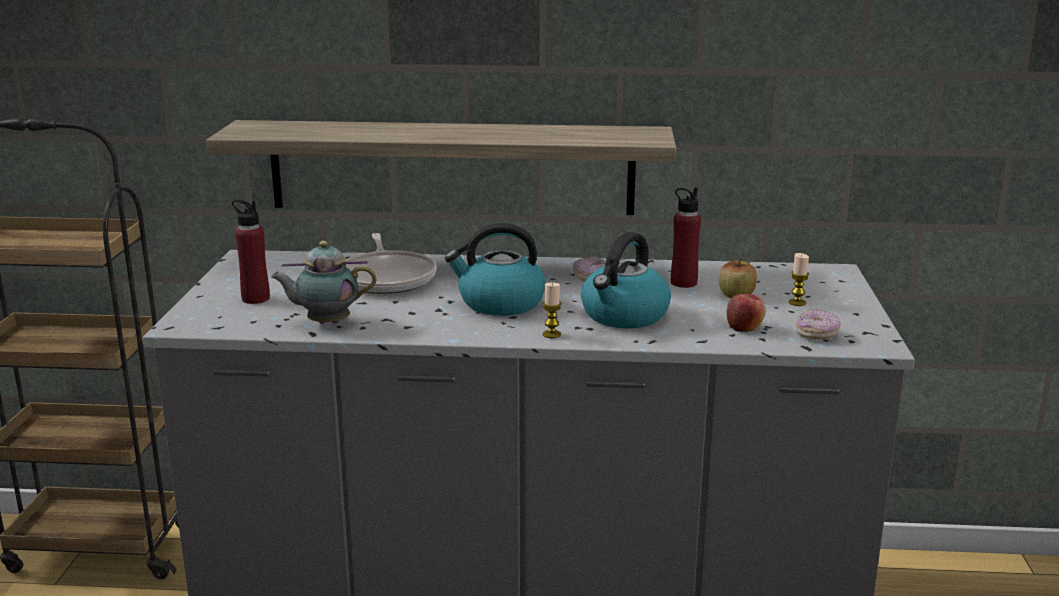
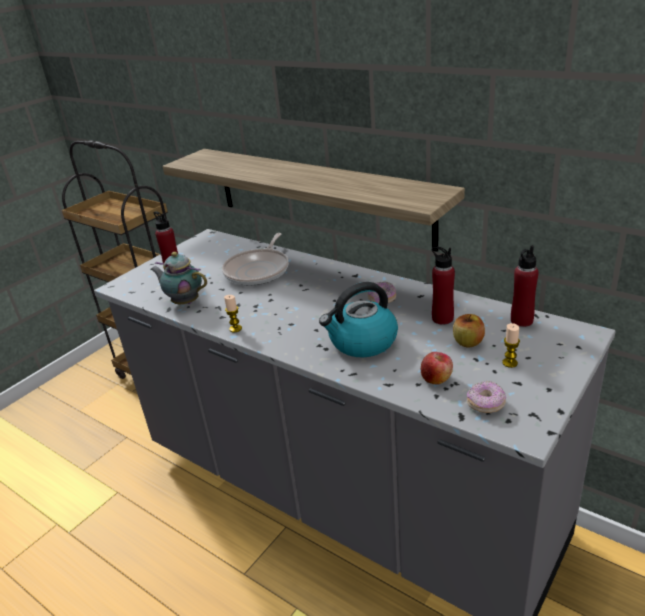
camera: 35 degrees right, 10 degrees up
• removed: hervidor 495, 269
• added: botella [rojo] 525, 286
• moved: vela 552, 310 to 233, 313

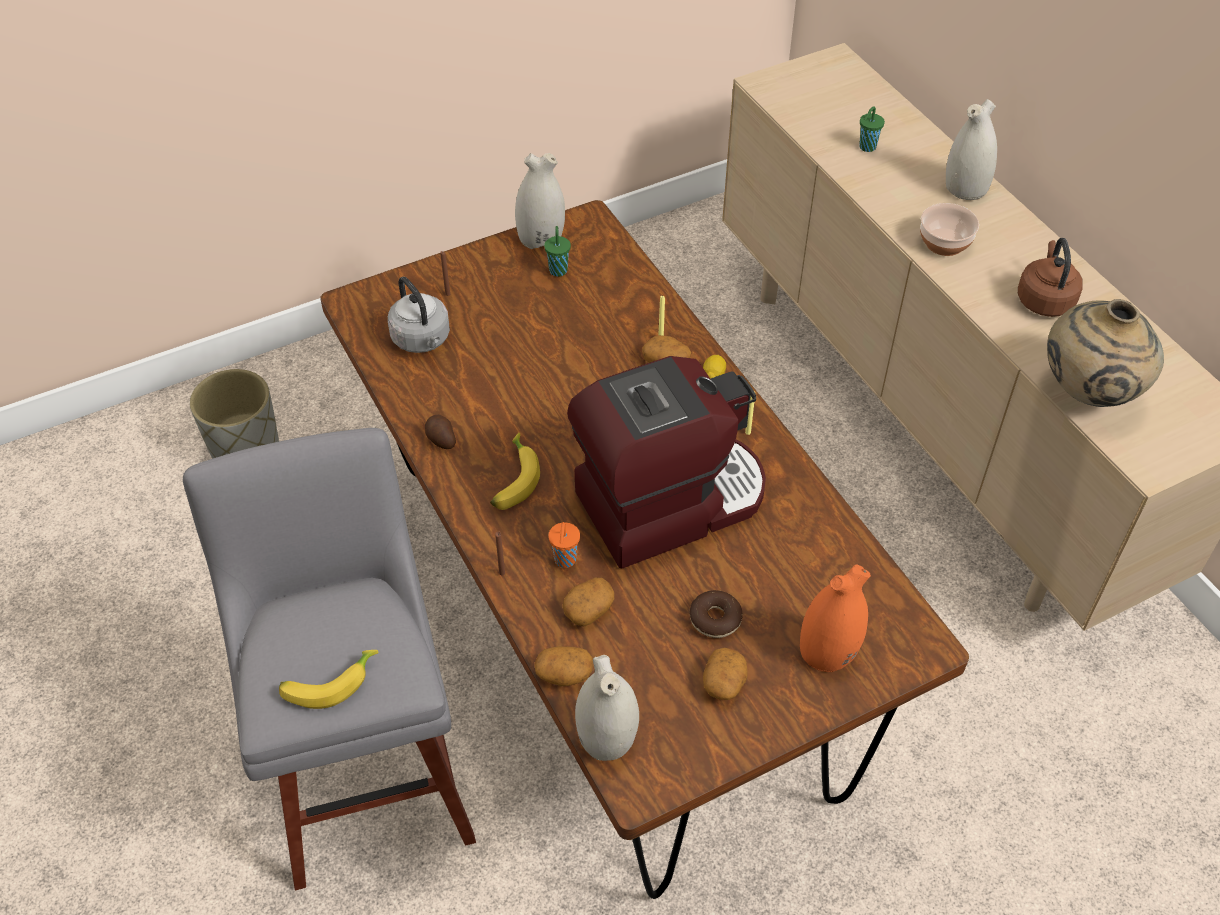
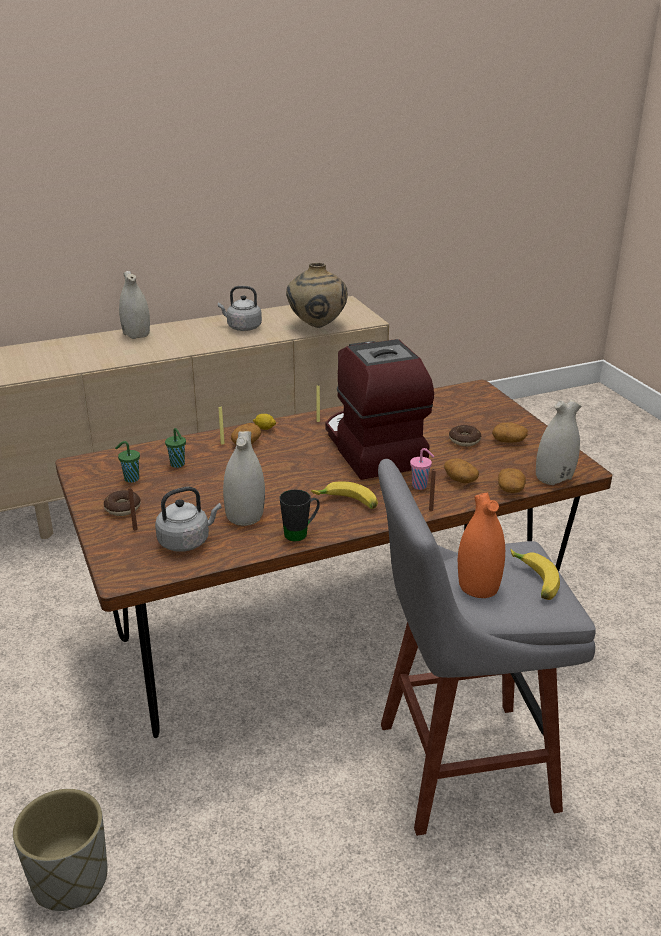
camera: 85 degrees left, 20 degrees down
• removed: cuenco 949, 229
• added: rosquilla 122, 503
• moved: florero [blanco] 540, 201 to 244, 478
• moved: florero [naranja] 835, 618 to 481, 545
• moved: taza [verde] 872, 129 to 175, 448
• replaced: patata 440, 432 to taza grande [negro] 300, 515
• recoloured: taza [naranja] 564, 545 to taza [rosa] 422, 469
• recoloured: hervidor [marrón] 1050, 277 to hervidor [gris] 240, 308

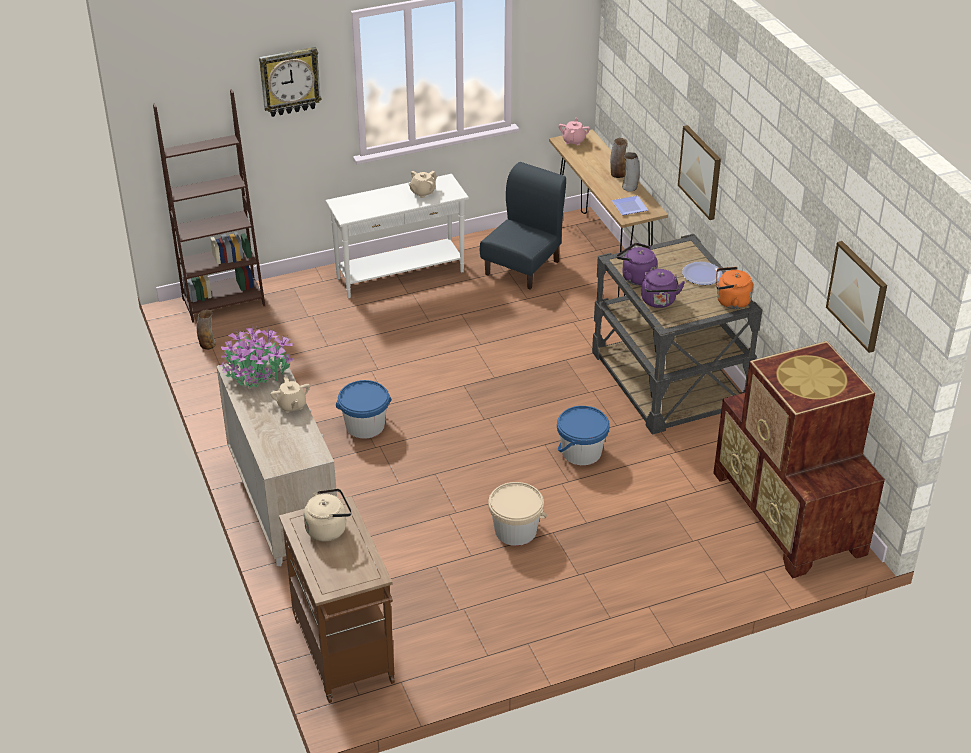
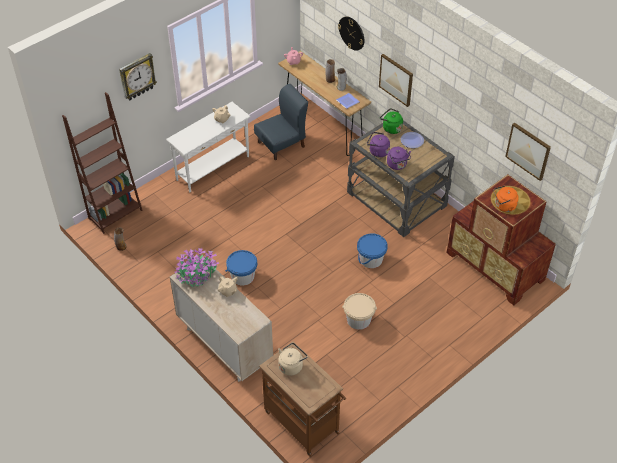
camera: 20 degrees left, 10 degrees up
• added: reloj de pared 351, 33
• added: hervidor [verde] 391, 121
• moved: hervidor [naranja] 734, 288 to 506, 198
• turned: silla [azul] 523, 226 = 281, 122 45 degrees clockwise

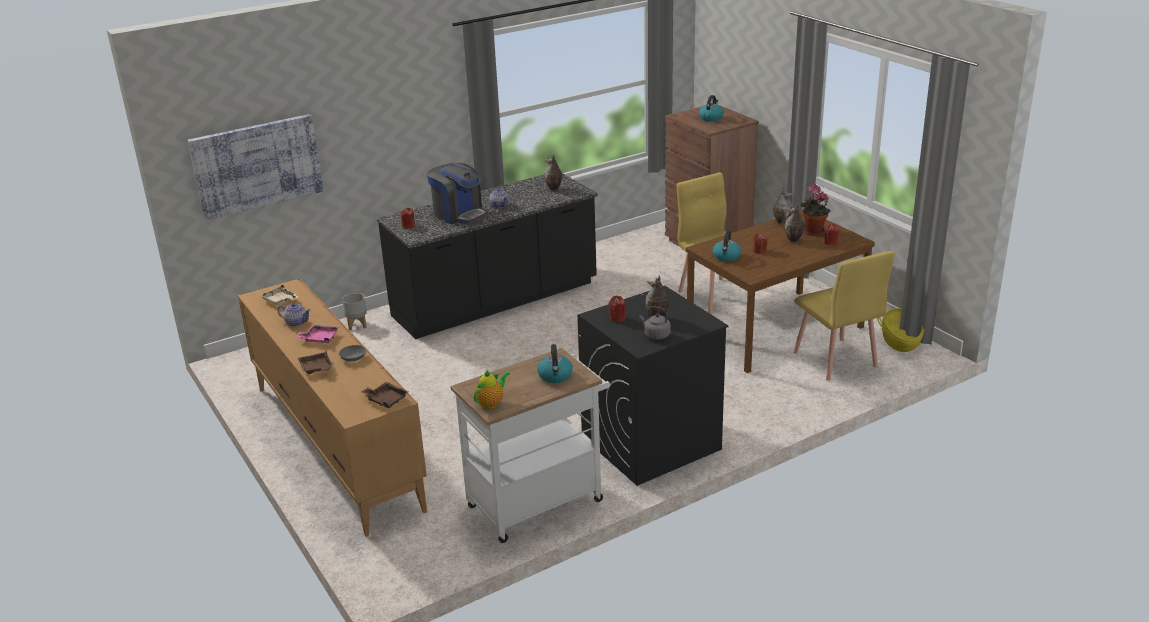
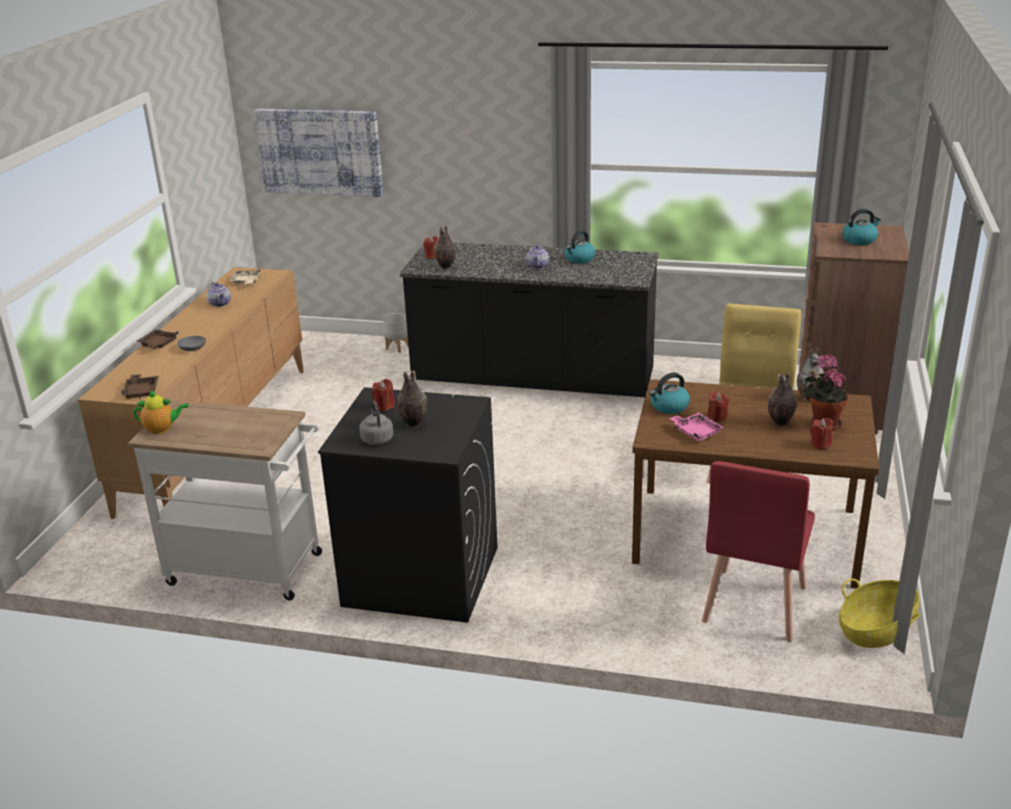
camera: 45 degrees right, 0 degrees up
• removed: cafetera 457, 193
• moved: bandeja [rosa] 317, 334 to 696, 427
• moved: hervidor 555, 363 to 579, 246
• moved: florero 553, 172 to 445, 247
• recoloured: silla [amarillo] 844, 316 to silla [rojo] 758, 551

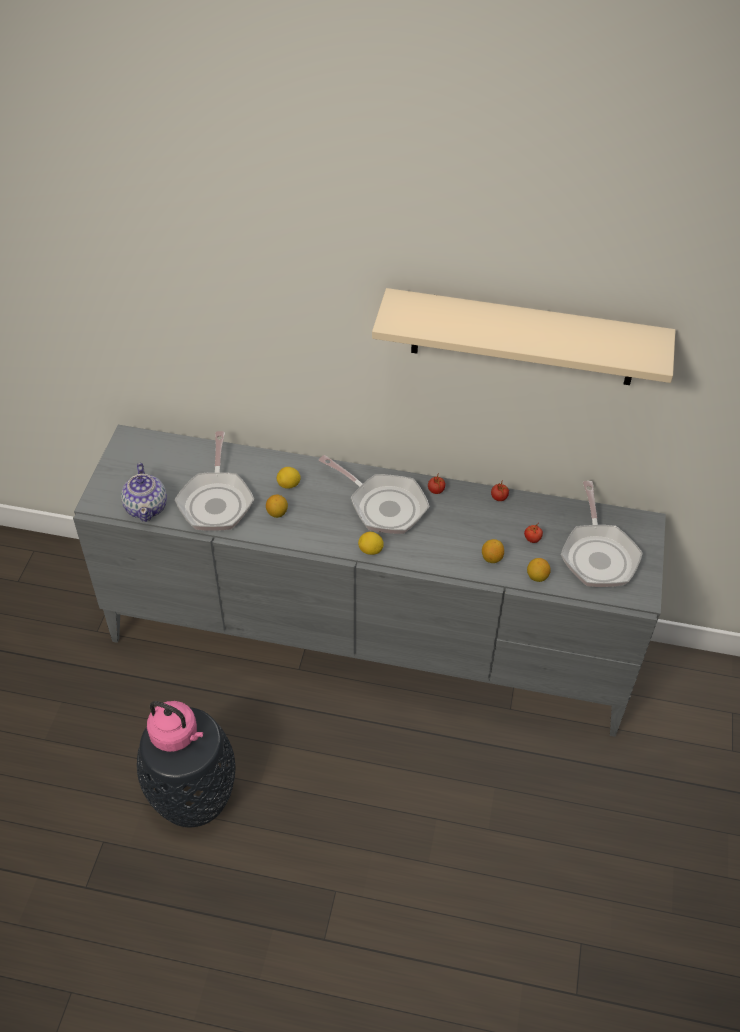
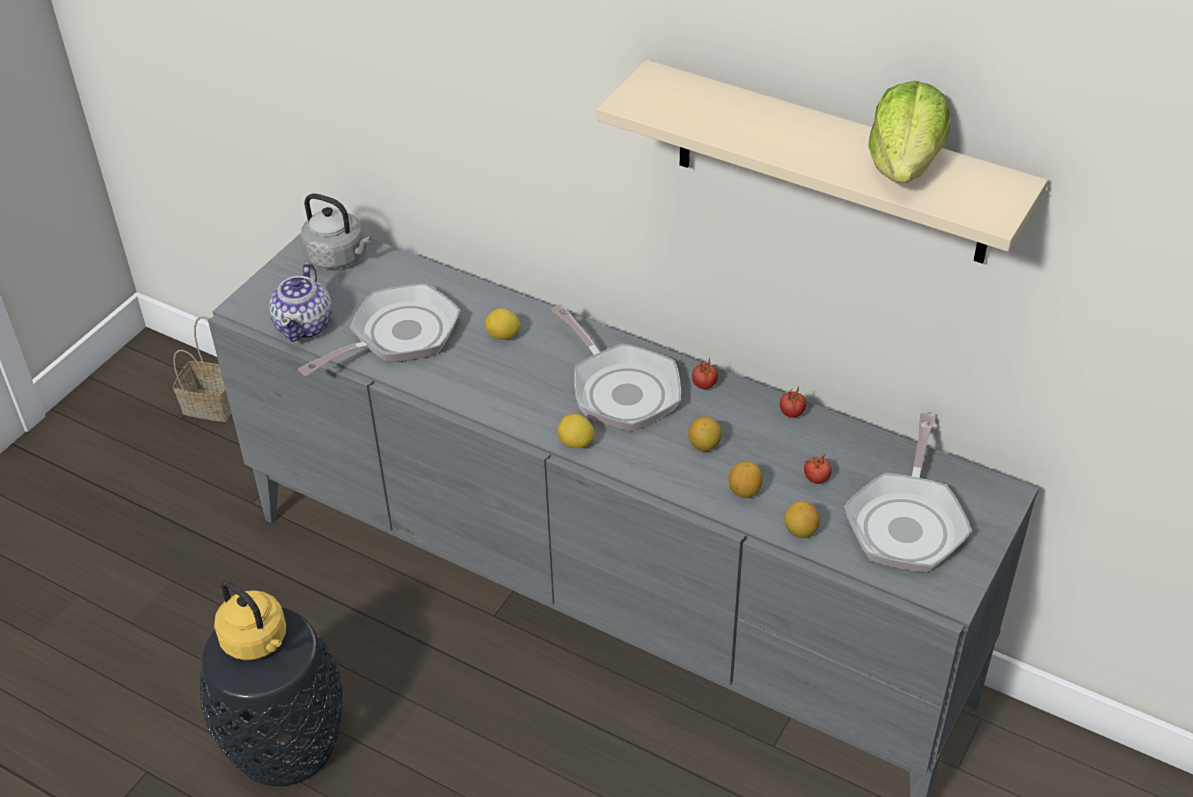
camera: 20 degrees right, 5 degrees down
• added: cesta 202, 369
• added: hervidor [gris] 336, 231
• added: lechuga 909, 132
• moved: limón 277, 506 to 705, 434
• recoloured: hervidor [rosa] 175, 726 to hervidor [amarillo] 250, 620
• turned: sartén 214, 481 = 379, 329 150 degrees counterclockwise

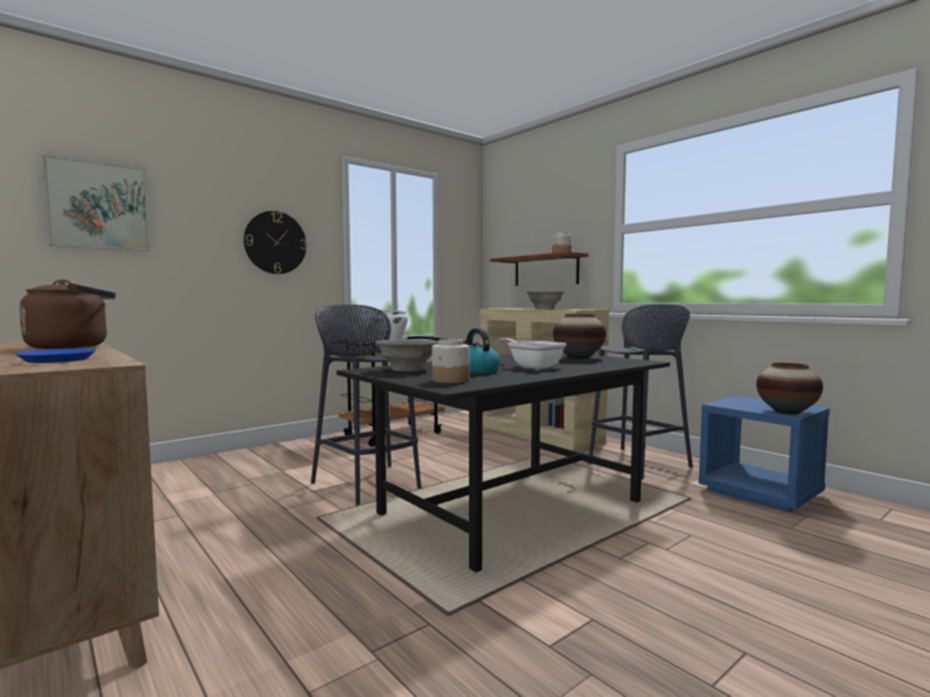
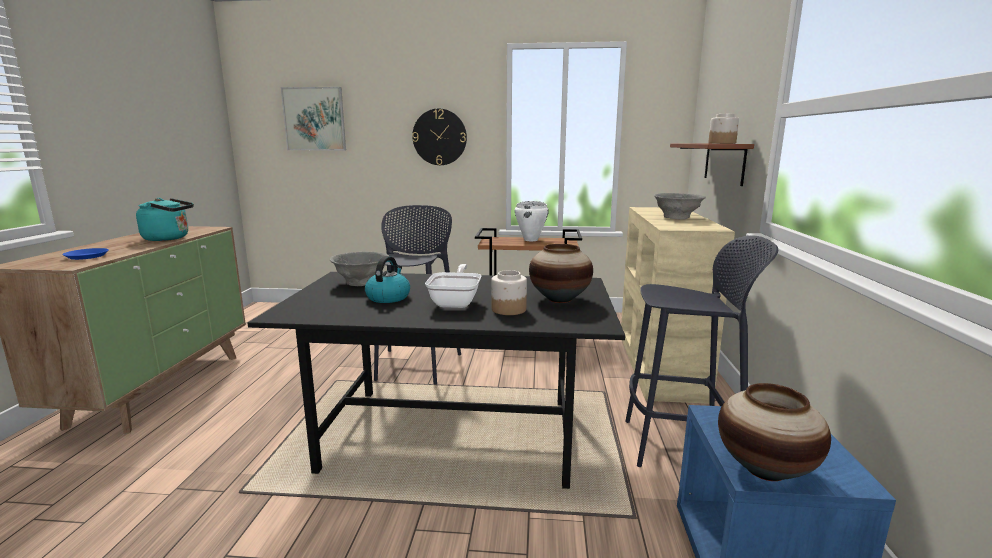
camera: 45 degrees right, 10 degrees up
• moved: tarro 450, 361 to 509, 292
• recoloured: hervidor [marrón] 67, 314 to hervidor [turquesa] 165, 219

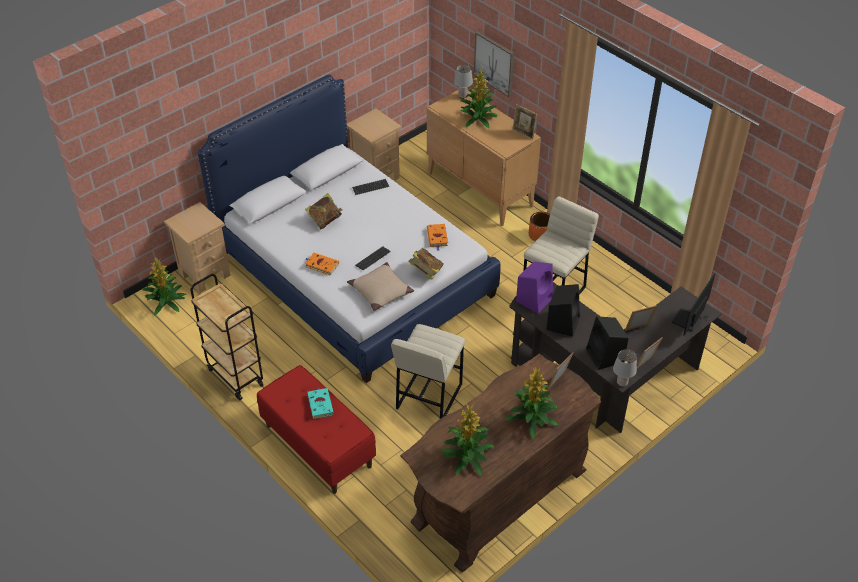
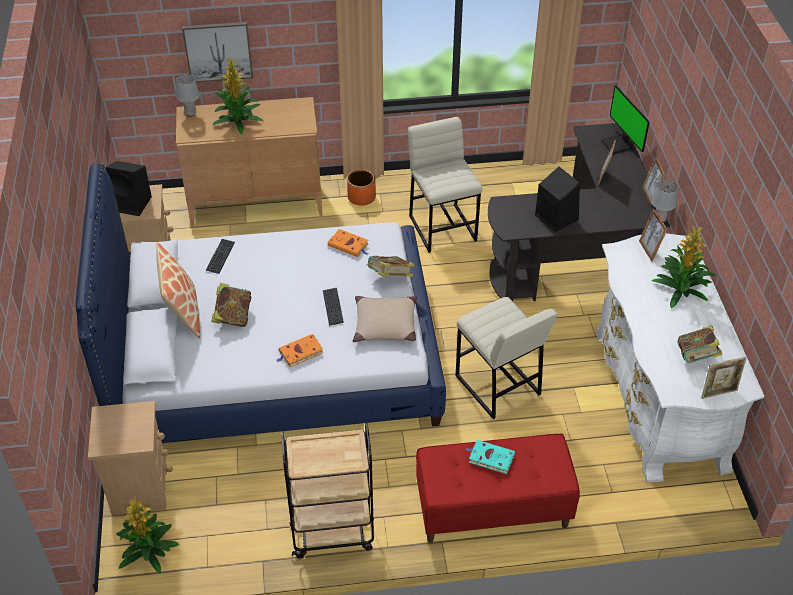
camera: 55 degrees left, 0 degrees up
• removed: altavoz [morado] 534, 287
• added: cojín 178, 290
• moved: portarretratos 525, 121 to 724, 378
• moved: altavoz [negro] 607, 343 to 129, 188
• replaced: planta en maceta 467, 439 to libro 700, 344
• recoloured: cómoda [marrón] 500, 463 to cómoda [blanco] 680, 357

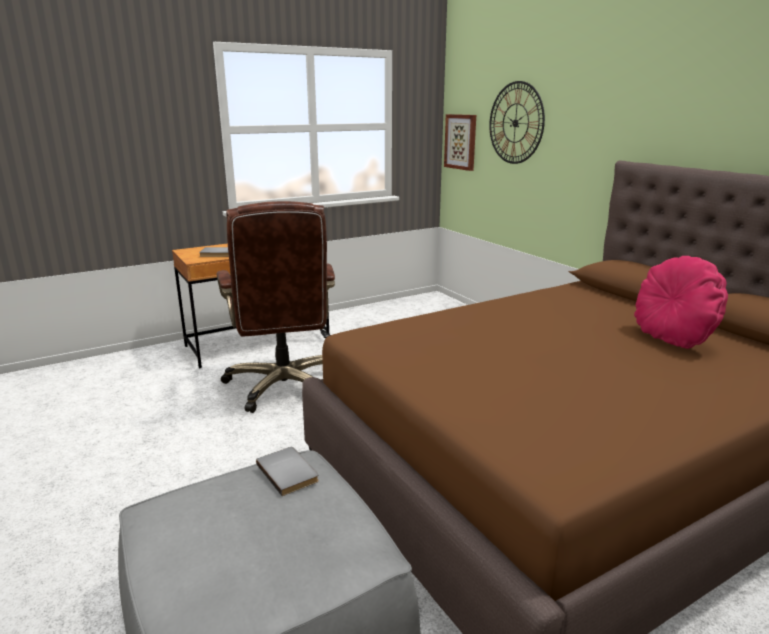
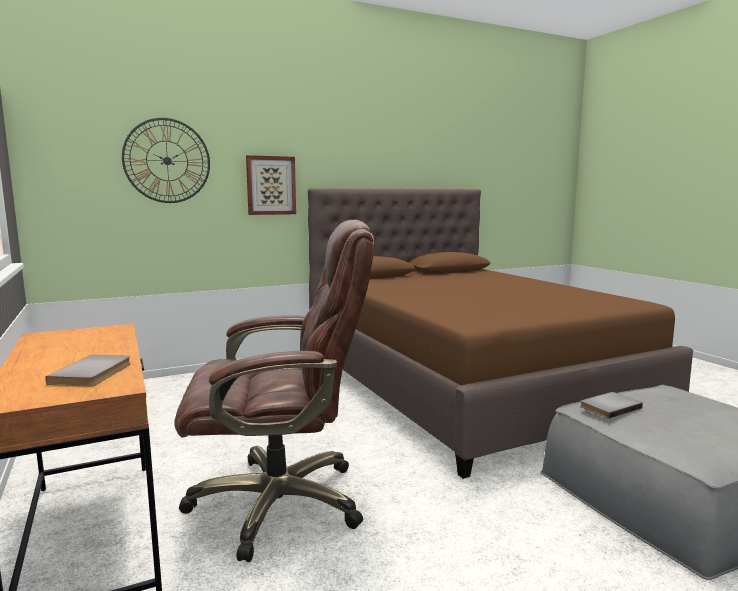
camera: 85 degrees left, 10 degrees down
• removed: cojín [rosa] 681, 302
• moved: cuadro 460, 142 to 271, 185

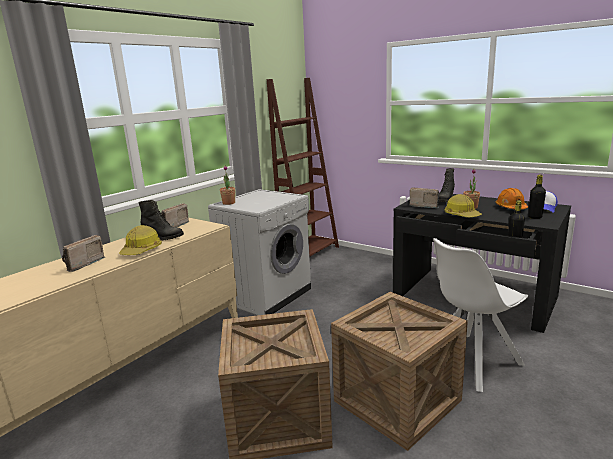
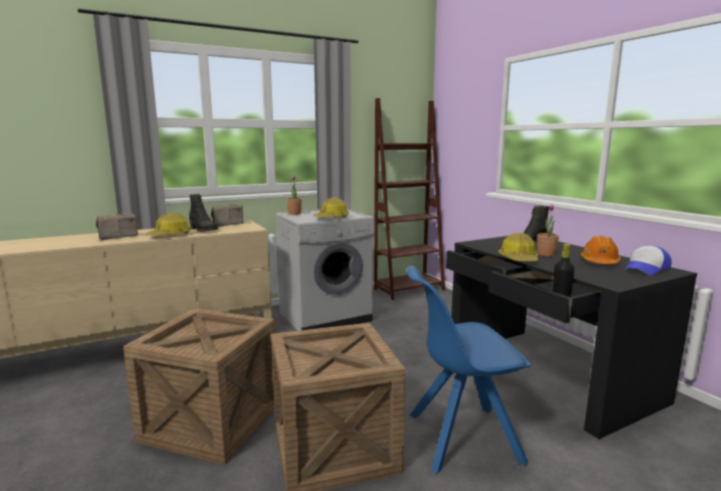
camera: 25 degrees right, 5 degrees down
• removed: radio 424, 197
• removed: botella [negro] 537, 197
• added: casco 331, 207
• recoloured: silla [blanco] 480, 315 to silla [azul] 469, 370

